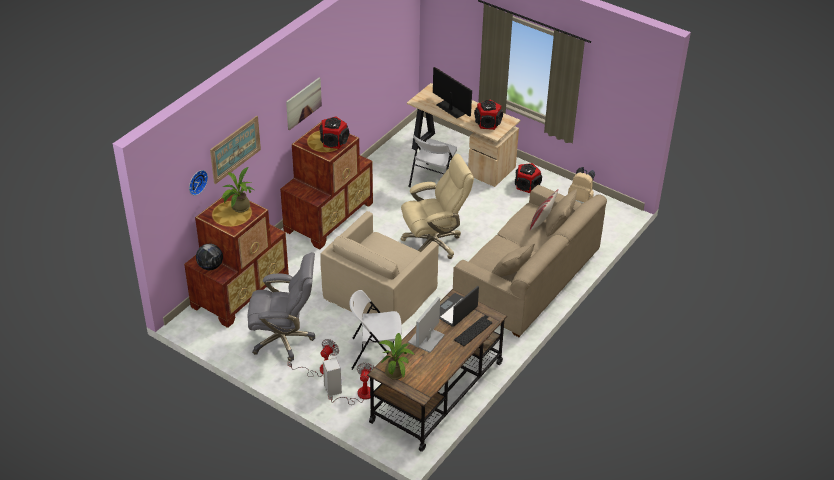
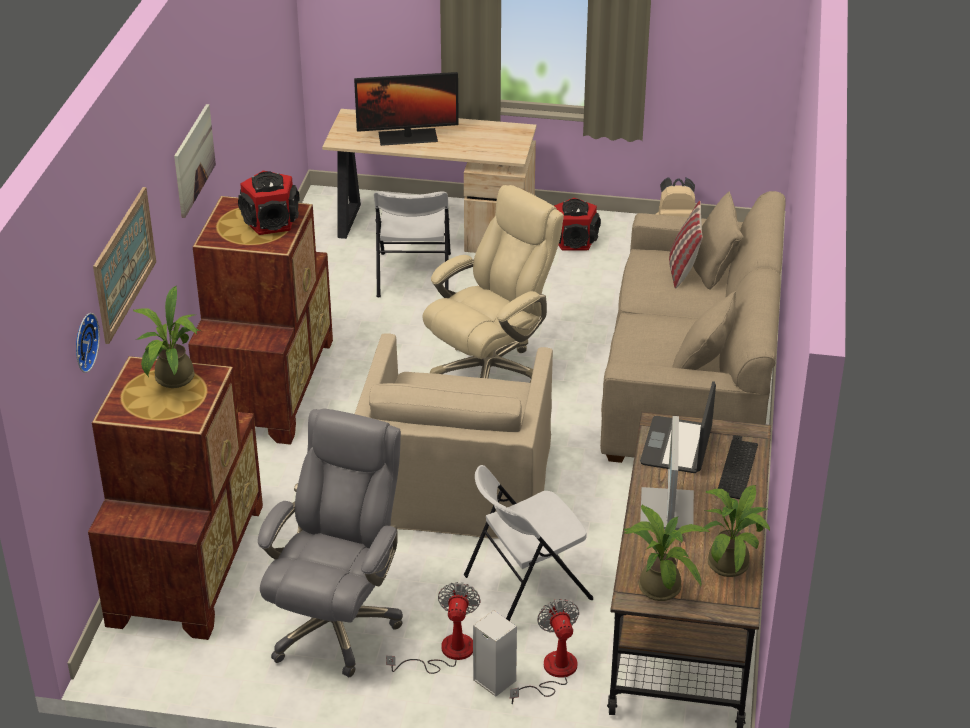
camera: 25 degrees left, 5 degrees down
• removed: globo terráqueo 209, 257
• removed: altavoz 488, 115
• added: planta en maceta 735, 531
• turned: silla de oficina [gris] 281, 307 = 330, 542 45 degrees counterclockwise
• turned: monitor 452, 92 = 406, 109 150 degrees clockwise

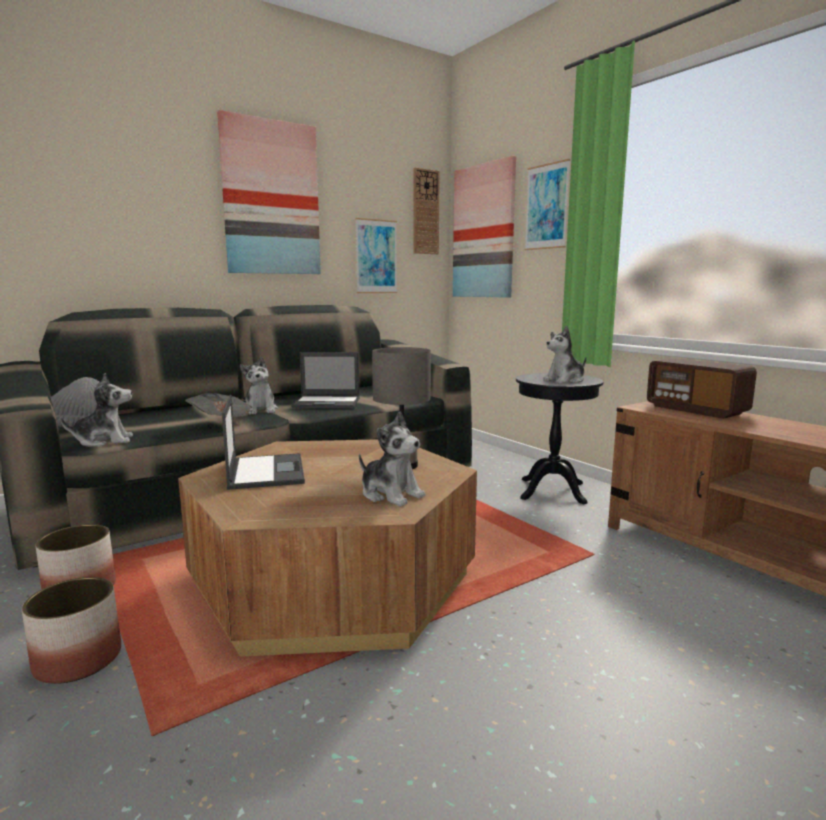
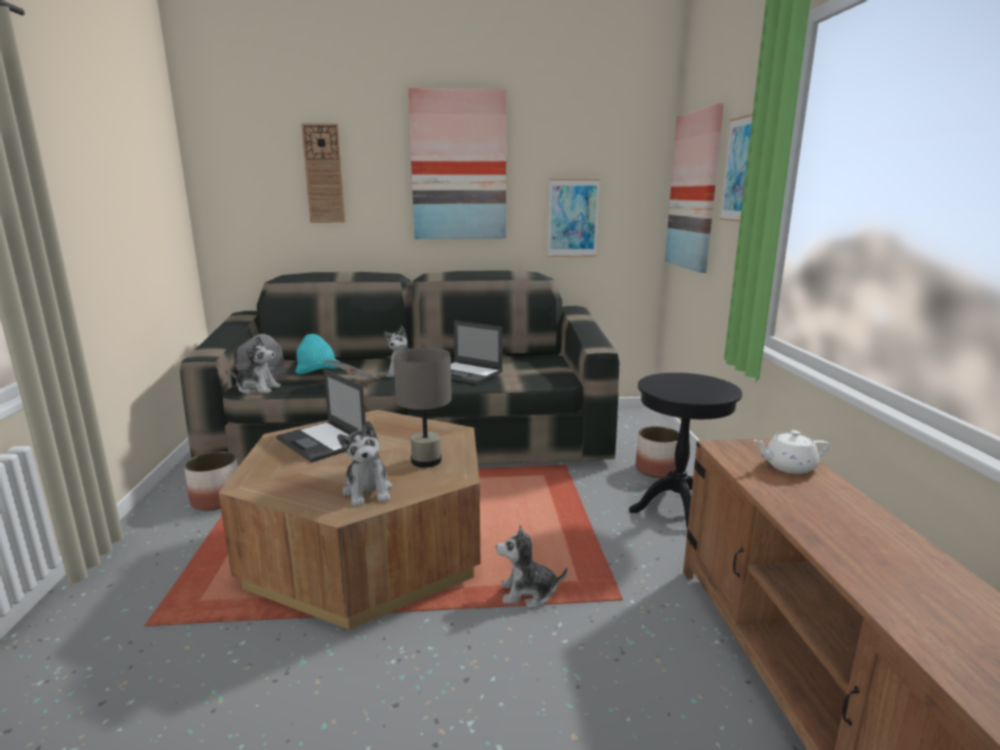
camera: 30 degrees right, 5 degrees up
• added: sombrero [turquesa] 317, 354
• moved: maceta 71, 630 to 657, 452
• moved: reloj de pared 427, 211 to 323, 173
• moved: peluche 564, 354 to 531, 566
• replaced: radio 702, 388 to tetera [blanco] 791, 452
• turned: portátil 263, 442 = 321, 416 120 degrees clockwise

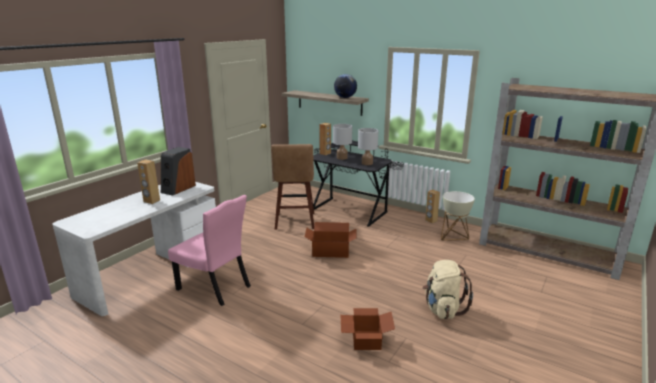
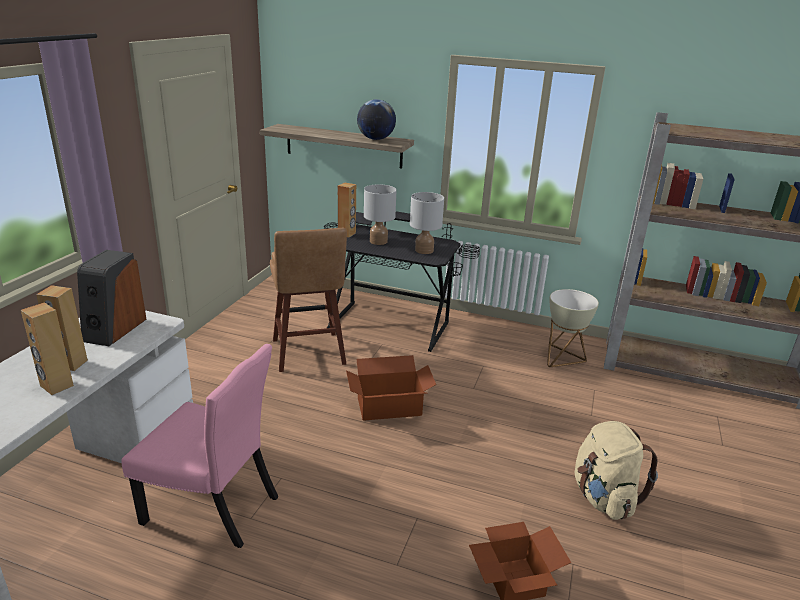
camera: 15 degrees left, 5 degrees up
• moved: altavoz [marrón] 432, 206 to 47, 348

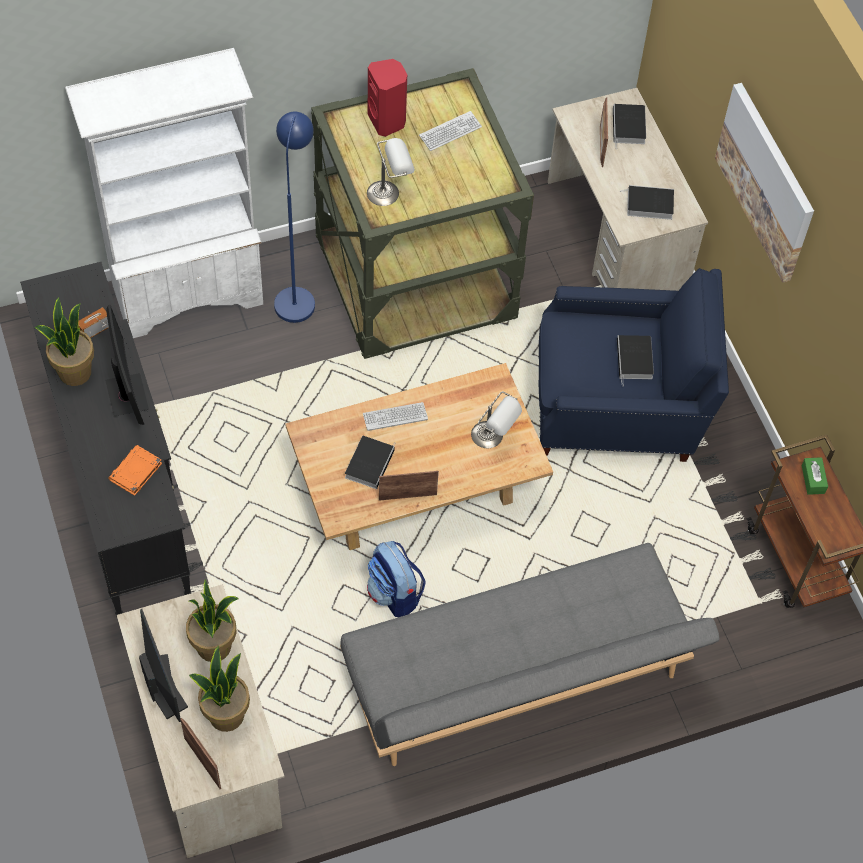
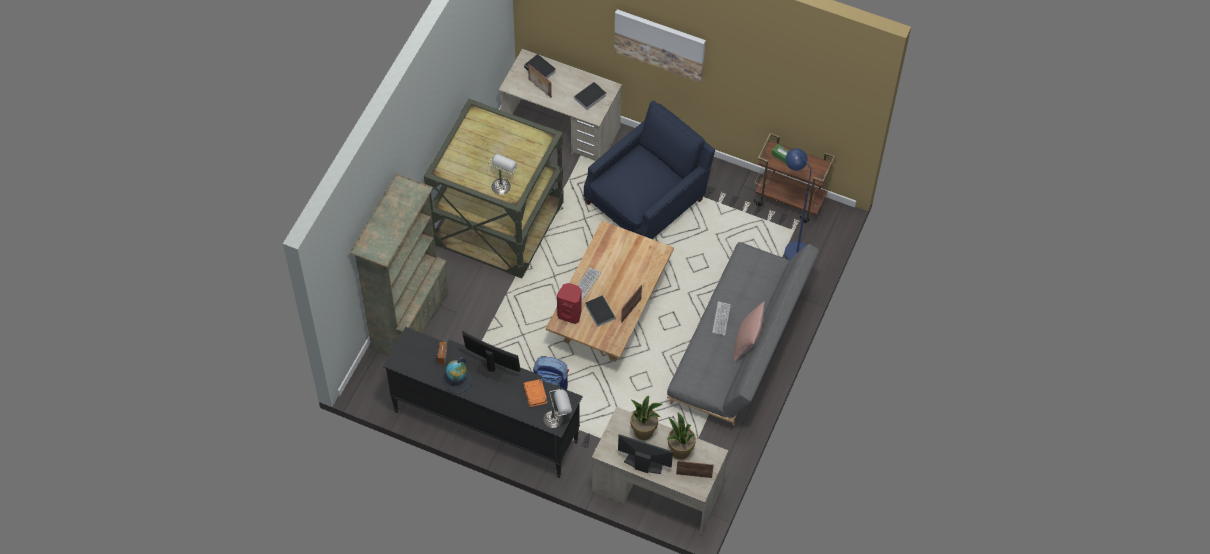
camera: 45 degrees left, 0 degrees up
• removed: libro 635, 361
• added: cojín [rosa] 749, 331
• moved: lámpara de pie [azul] 294, 217 to 797, 204
• moved: mochila 396, 579 to 551, 373
• moved: altavoz [rojo] 387, 98 to 569, 303
• moved: teclado 450, 131 to 721, 318
• moved: lámpara de mesa [blanco] 496, 419 to 557, 408
• replaced: planta en maceta 64, 341 to globo terráqueo 457, 375
• recoloured: estantería [blanco] 164, 193 to estantería [verde] 399, 265

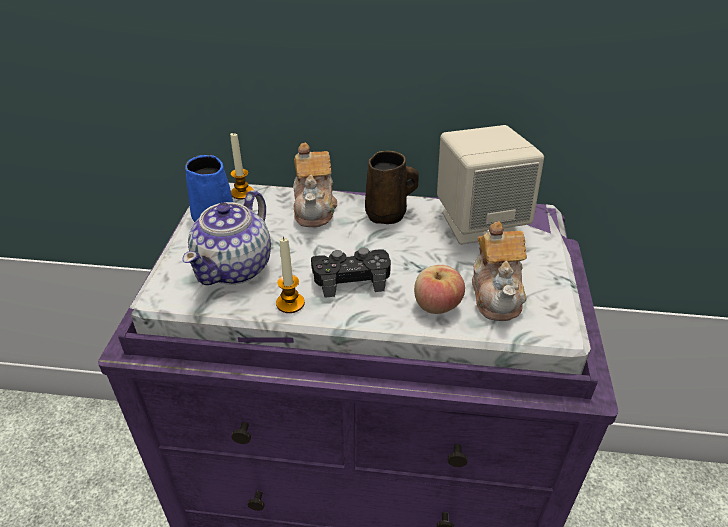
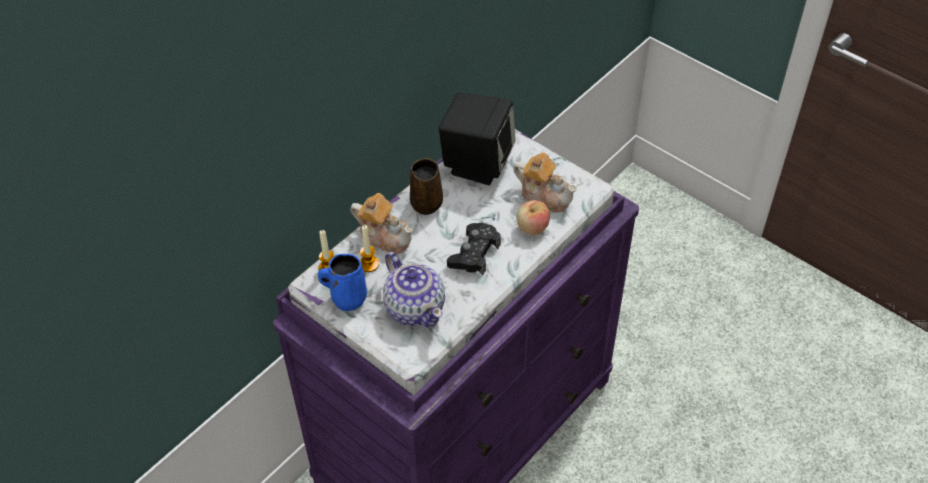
camera: 55 degrees left, 10 degrees up
• moved: vela 290, 275 to 369, 248
• recoloured: altavoz [beis] 490, 185 to altavoz [negro] 477, 139

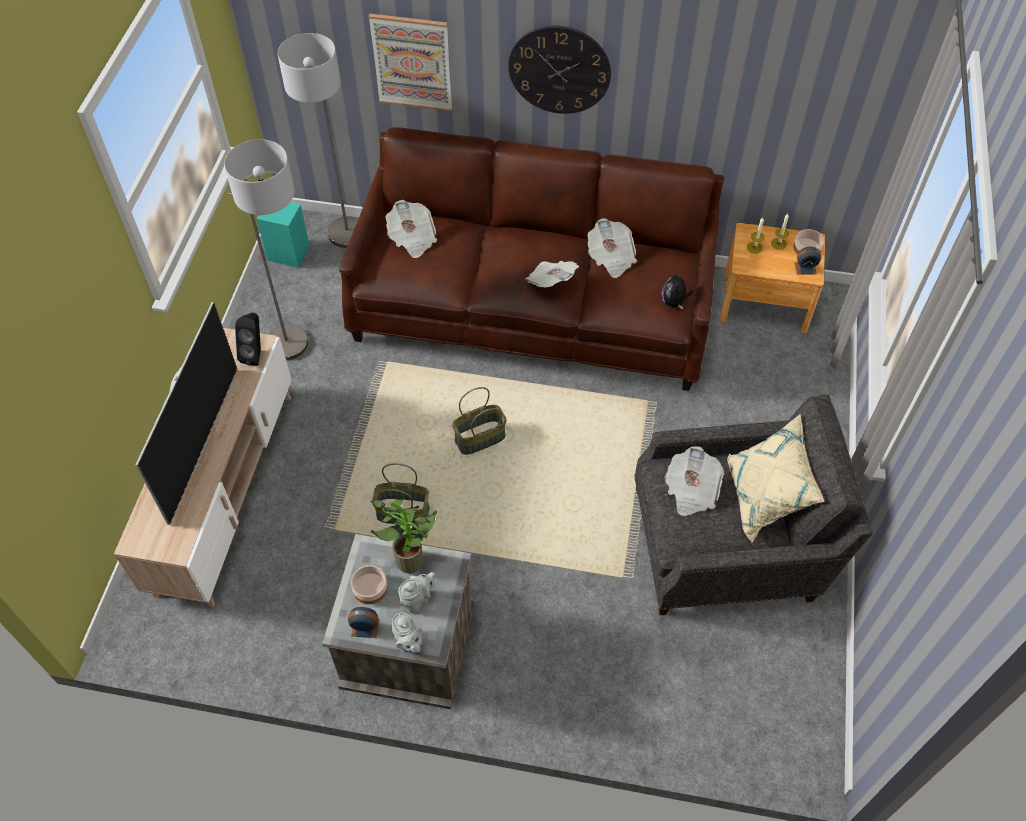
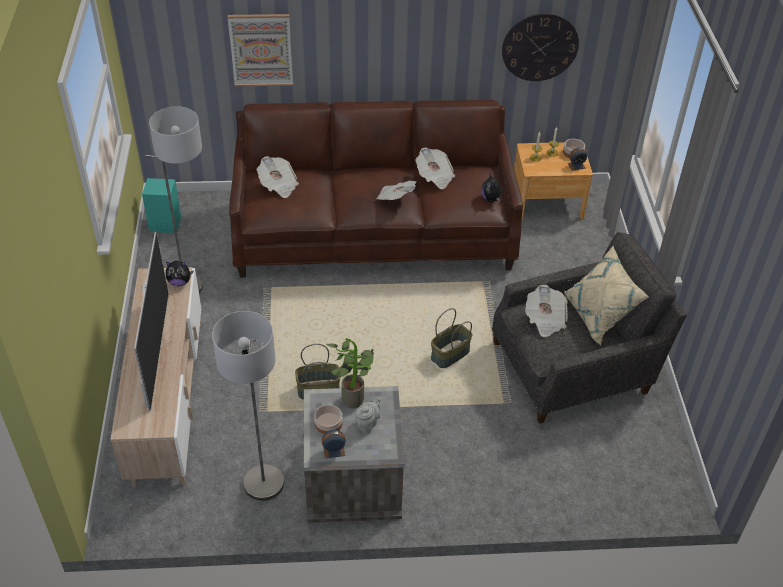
camera: 15 degrees left, 10 degrees down
• removed: tetera [gris] 407, 632
• moved: lámpara de pie [gris] 318, 140 to 248, 406
• moved: cesta 479, 421 to 452, 338
• moved: reloj de pared 559, 70 to 540, 47
• replaced: altavoz [negro] 248, 339 to peluche 180, 273

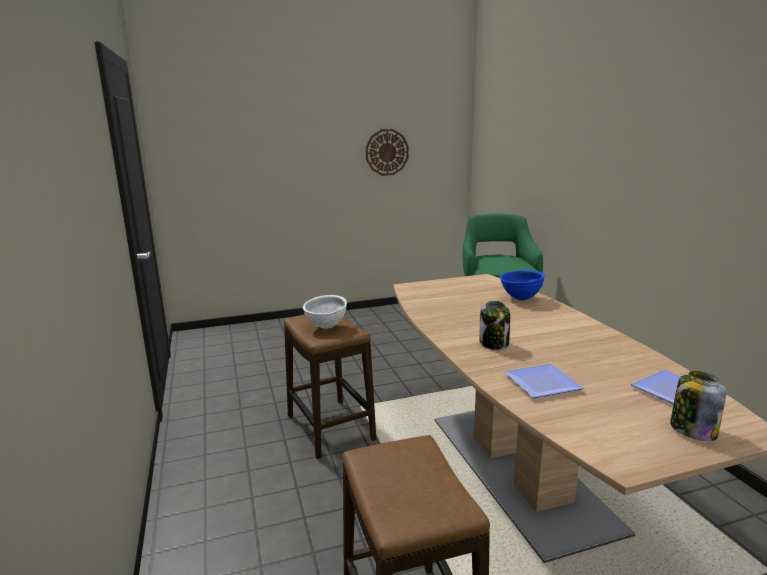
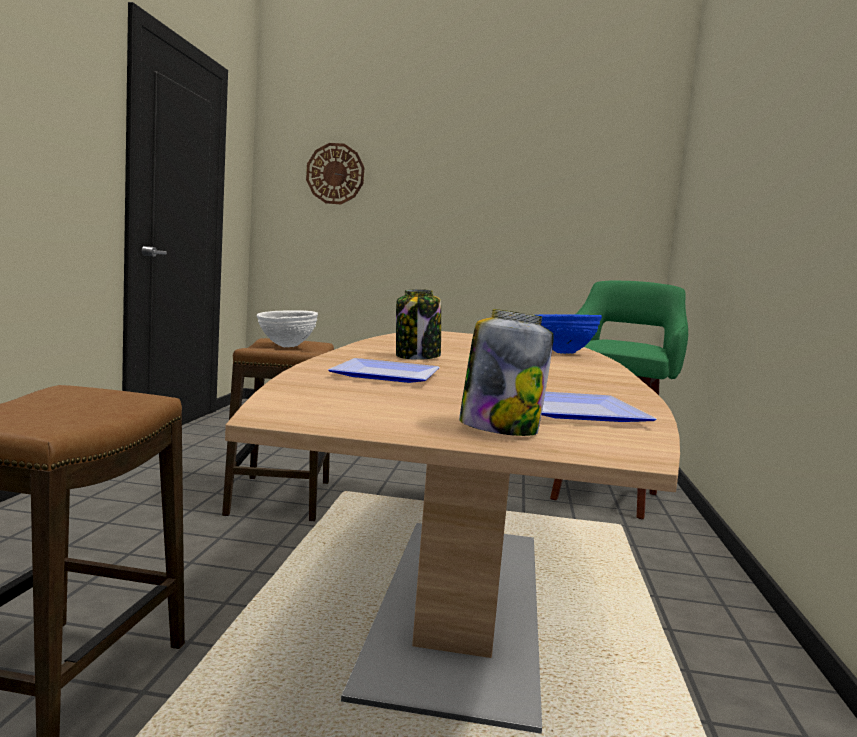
camera: 25 degrees right, 10 degrees down
• moved: reloj de pared 387, 152 to 335, 173

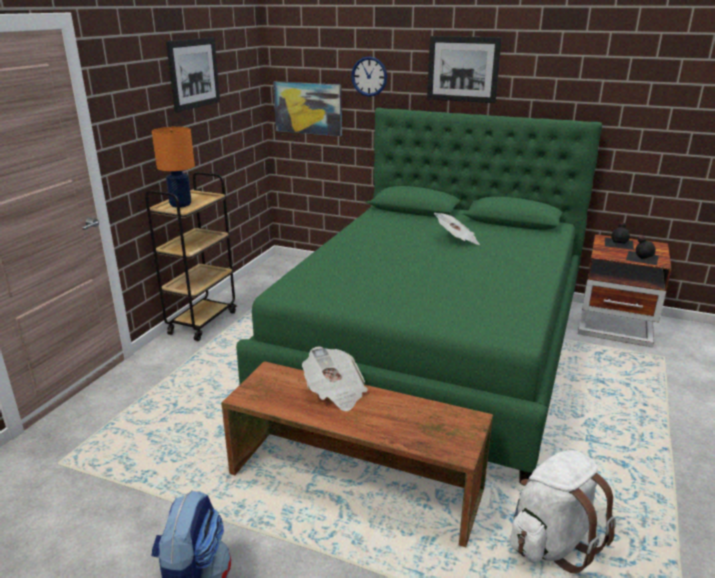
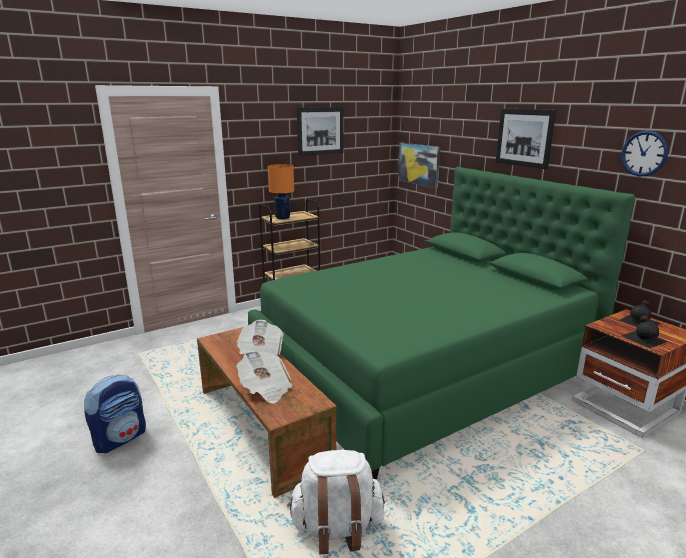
camera: 35 degrees right, 5 degrees down
• moved: reloj de pared 369, 76 to 644, 153
• moved: periódico 457, 229 to 264, 376

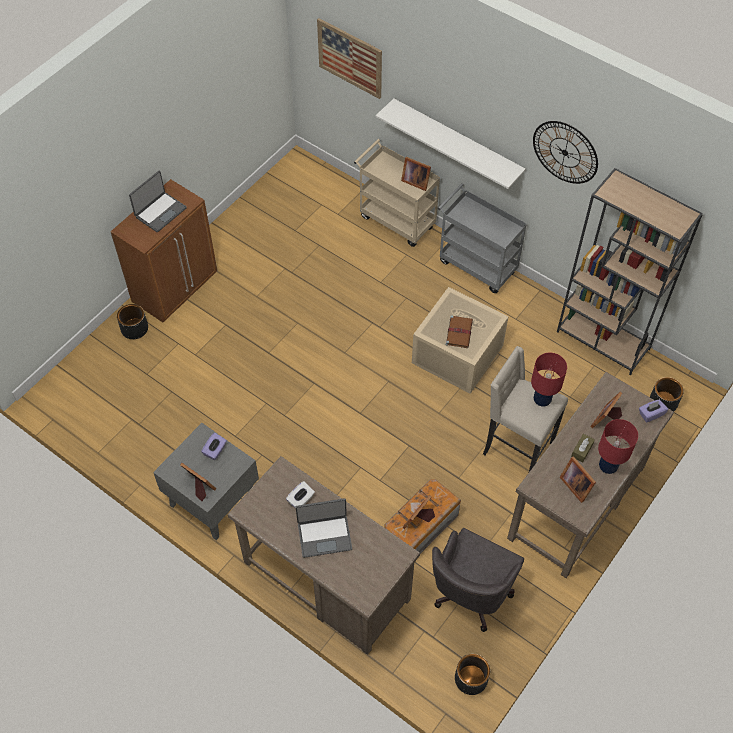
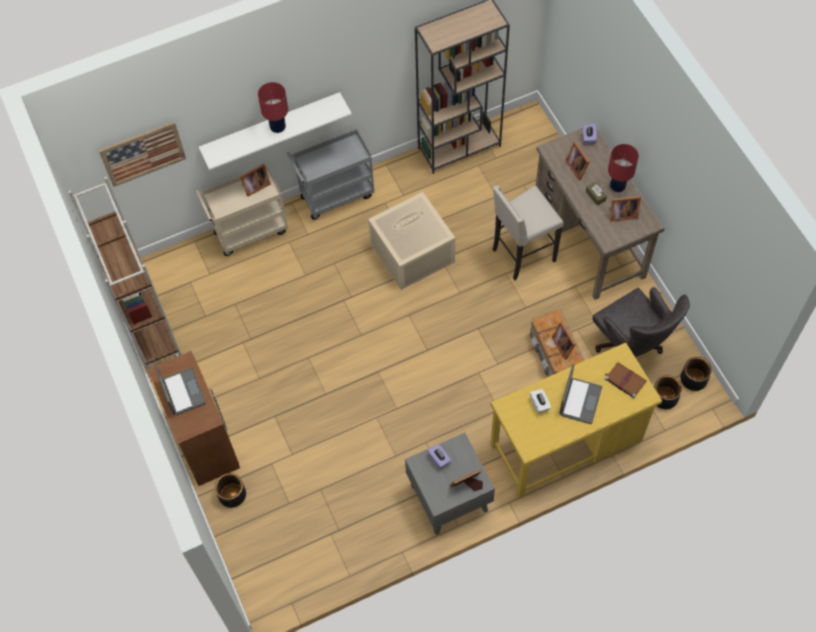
camera: 60 degrees left, 5 degrees up
• removed: reloj de pared 565, 152
• added: estantería [marrón] 125, 276
• moved: libro [marrón] 459, 331 to 626, 380
• moved: lámpara de mesa [rojo] 549, 380 to 273, 107
• moved: maceta [negro] 667, 394 to 668, 392
• recoloured: escritorio [marrón] 324, 555 to escritorio [amarillo] 576, 420

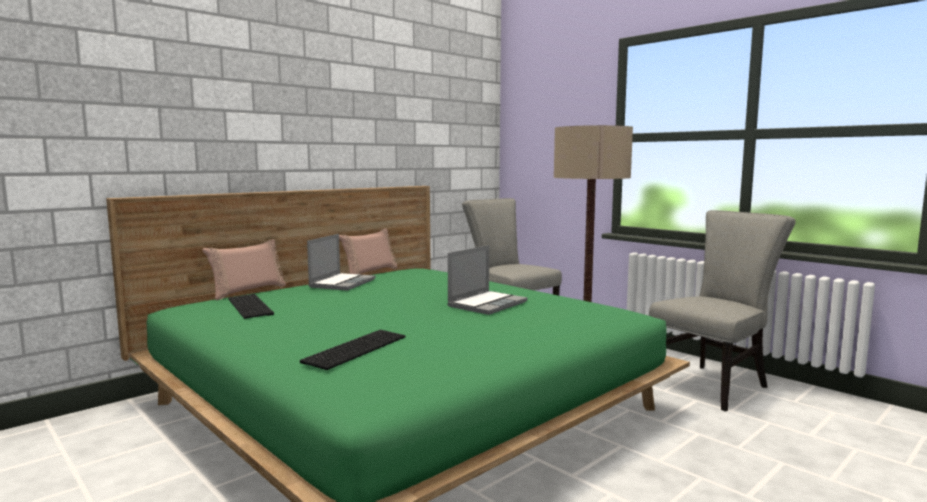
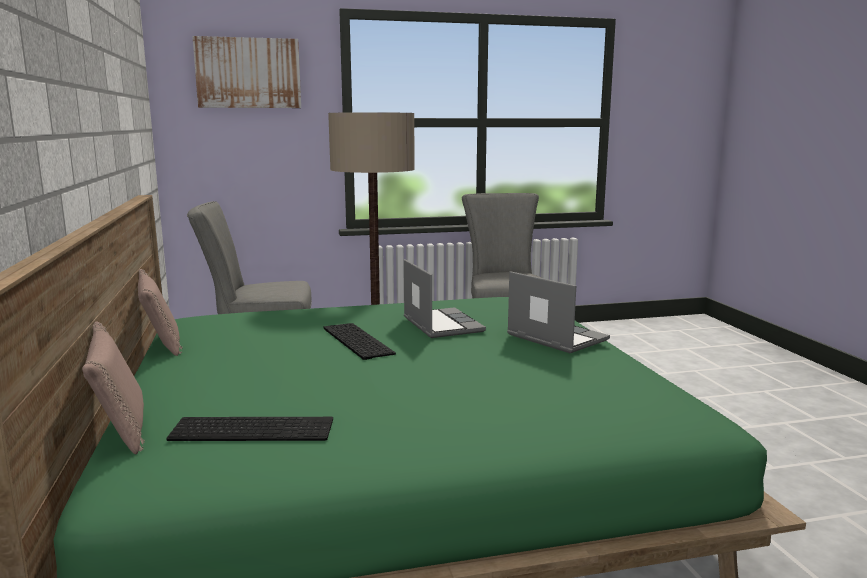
camera: 60 degrees left, 5 degrees up
• added: cuadro 246, 72
• moved: teclado 352, 350 to 360, 341
• moved: portátil 341, 262 to 558, 312

